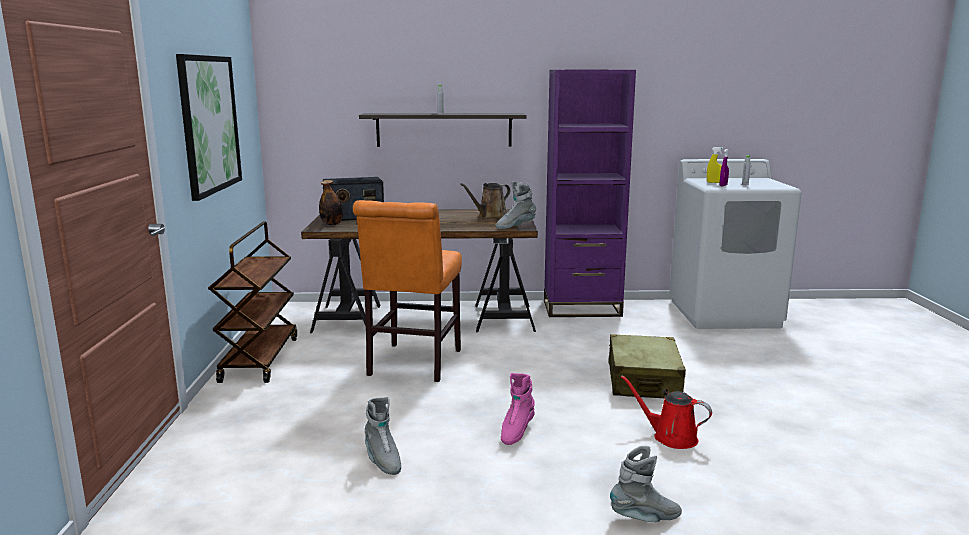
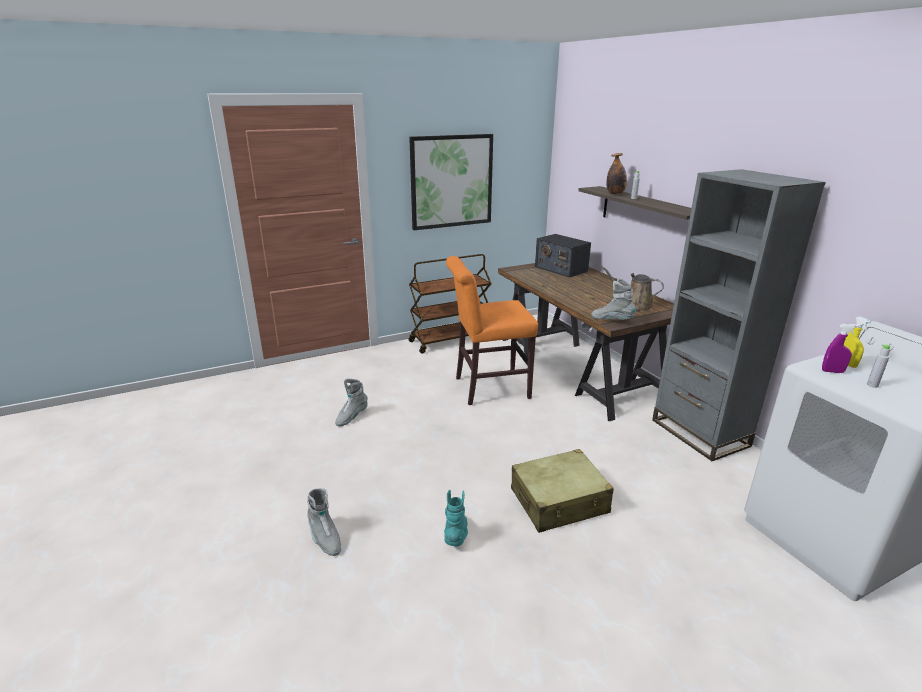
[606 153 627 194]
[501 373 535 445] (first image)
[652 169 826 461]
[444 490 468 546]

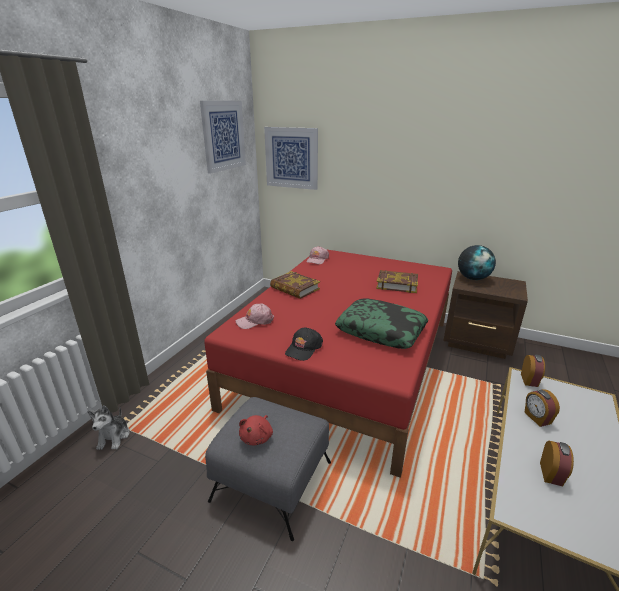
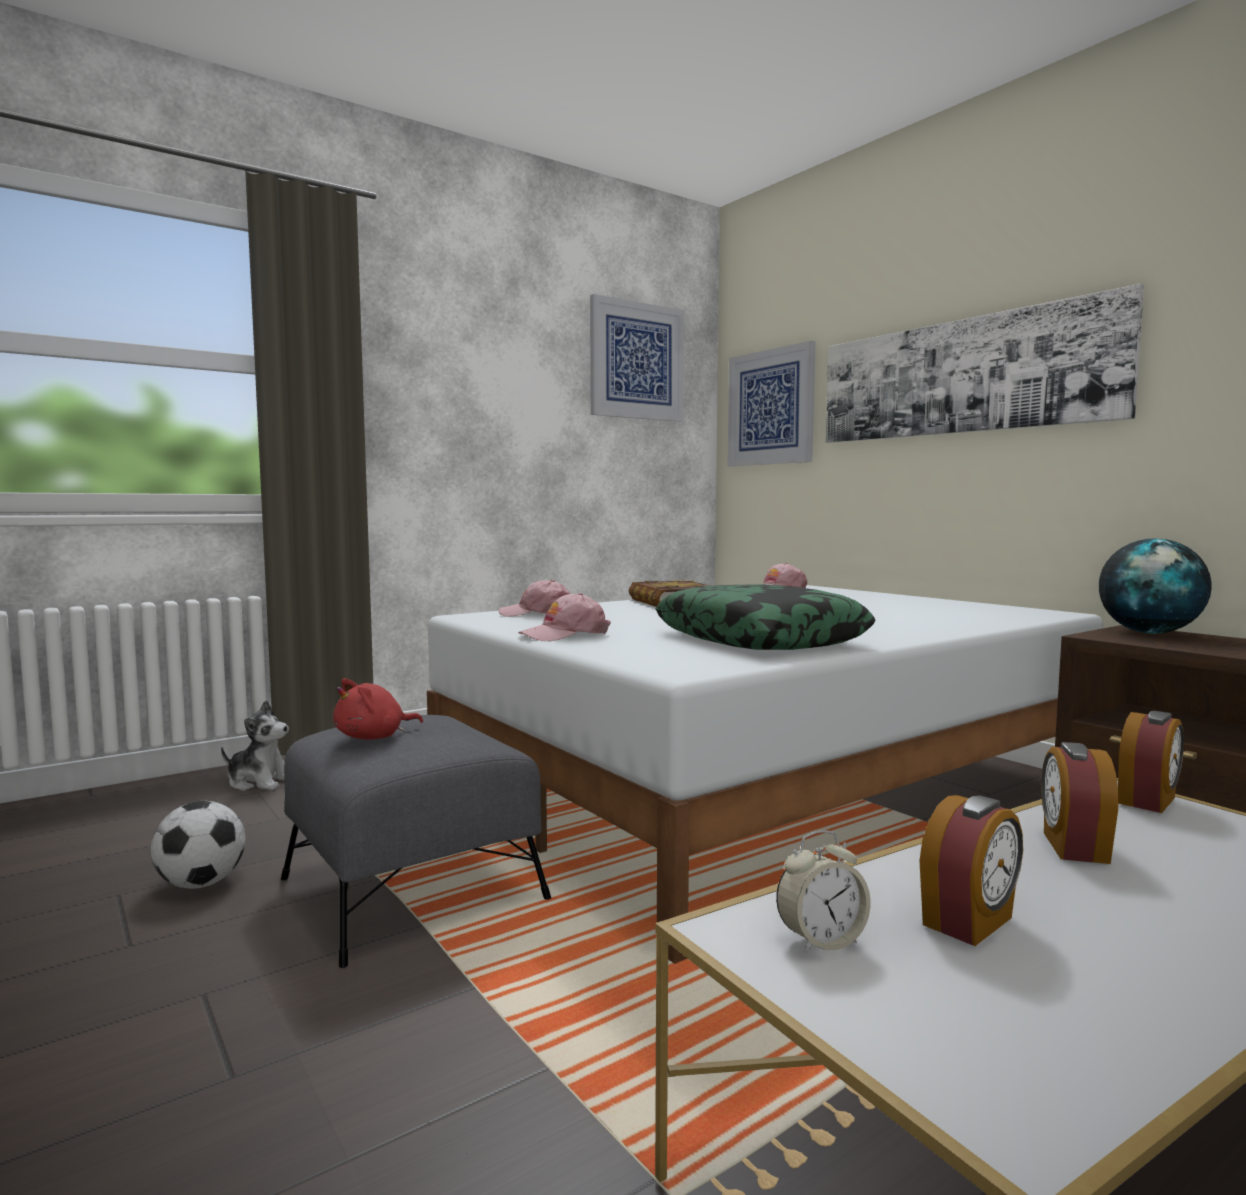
[221 700 289 791]
[427 585 1103 964]
[518 593 611 642]
[376 270 418 293] (first image)
[151 801 245 889]
[776 830 870 954]
[826 284 1144 443]

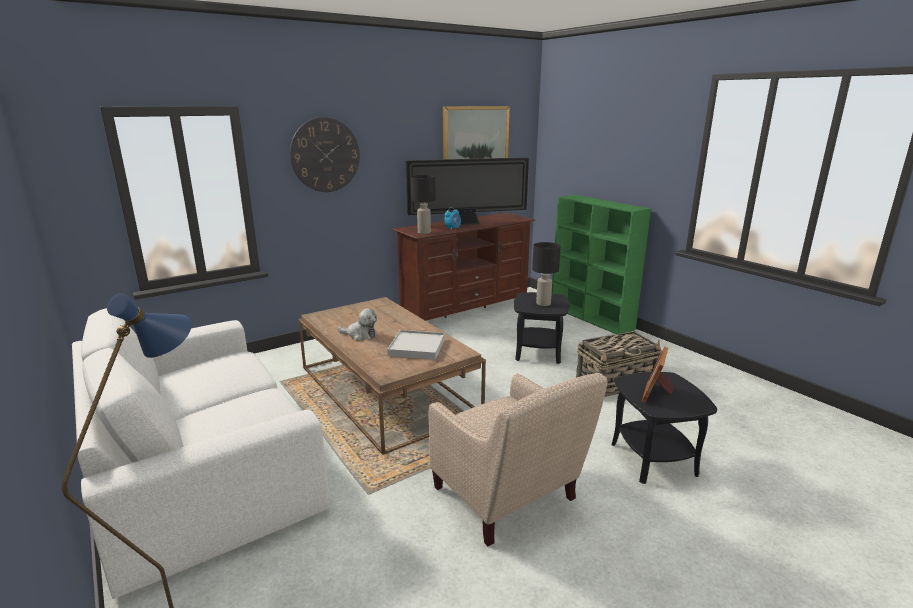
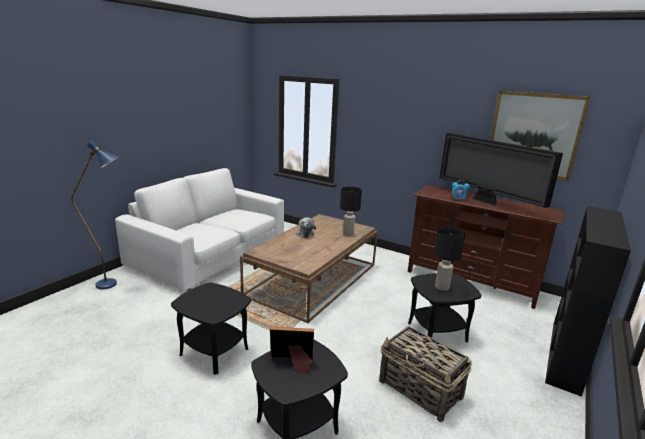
[290 117 360 192] (first image)
[387 330 445 360] (first image)
[340 187 362 236]
[171 283 251 375]
[545 206 631 397]

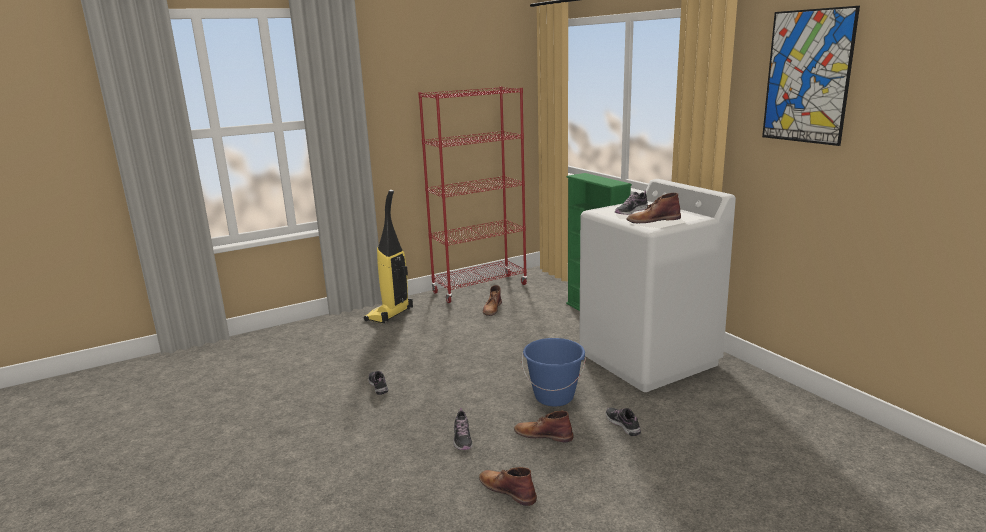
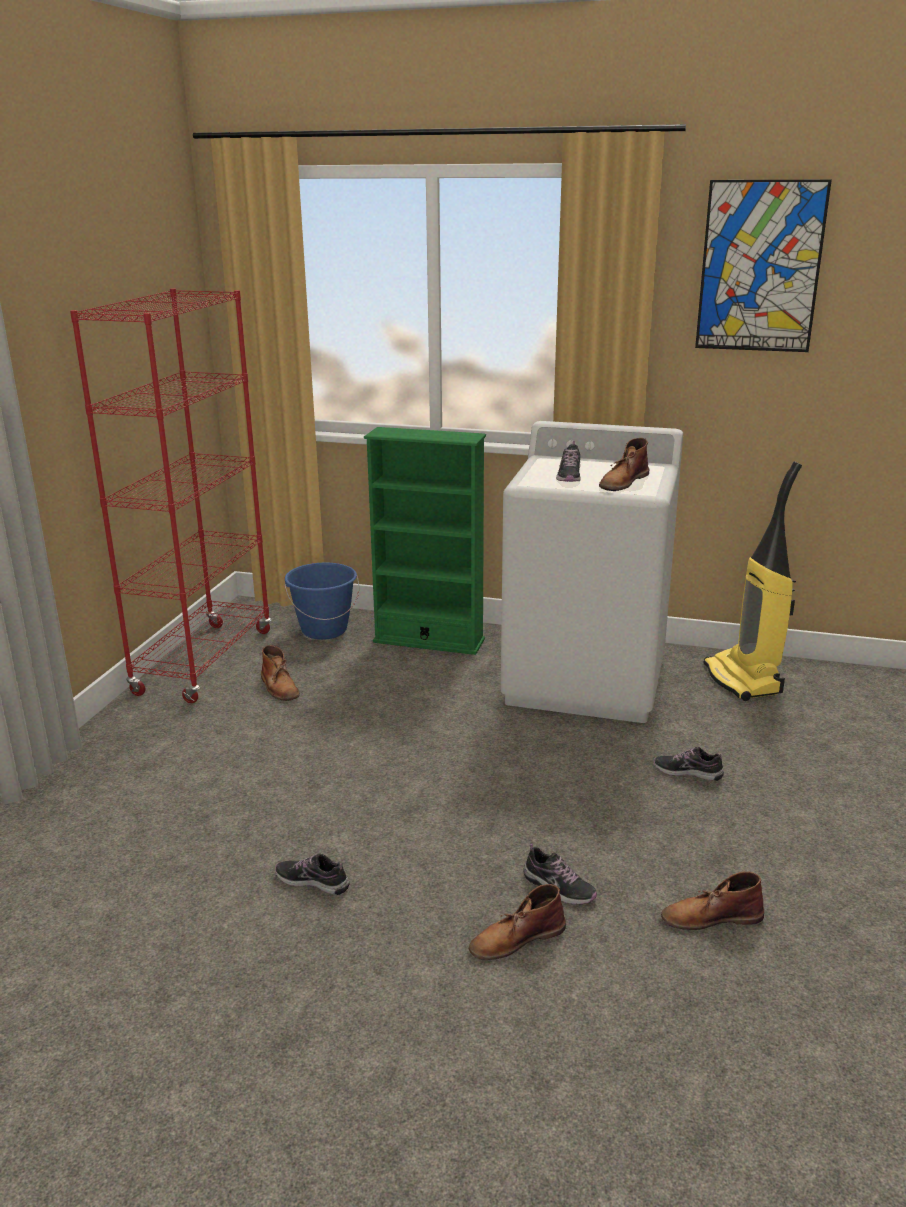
[704 461 802 701]
[469 884 566 960]
[285 562 359 640]

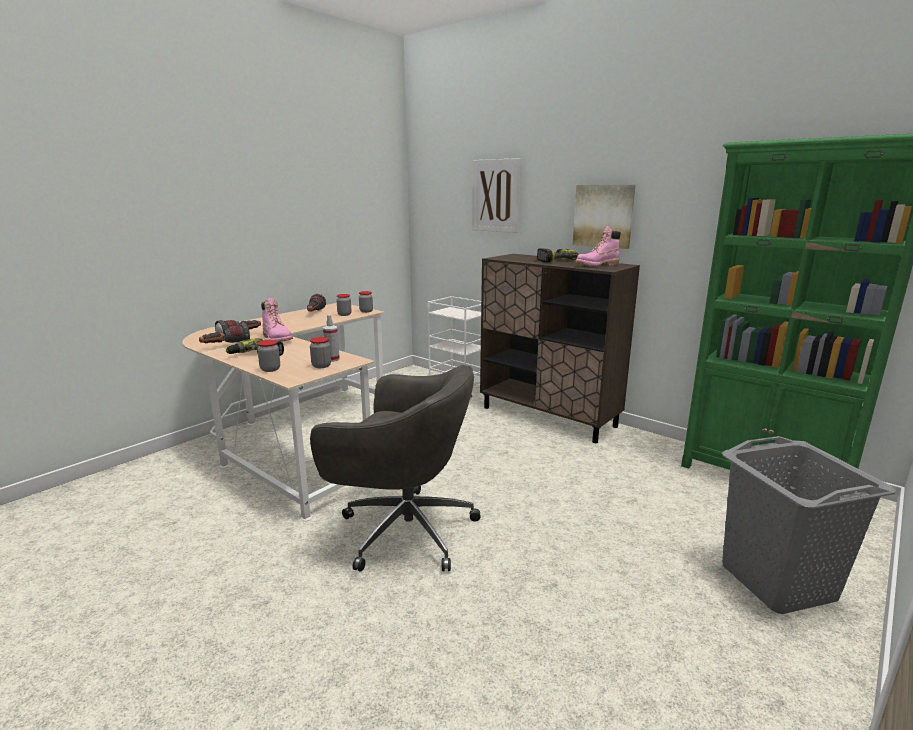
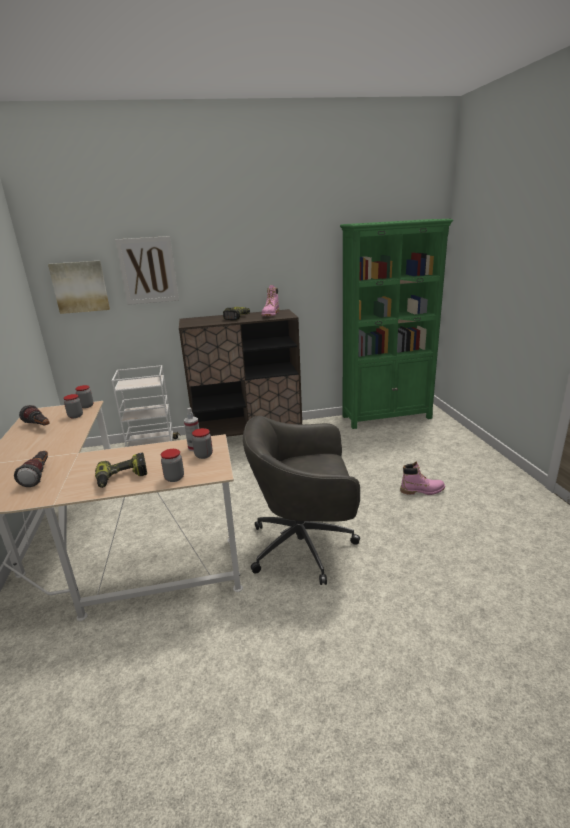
[199 323 250 343] (first image)
[400 462 445 495]
[243 416 360 585]
[48 261 110 314]
[722 436 896 614] (first image)

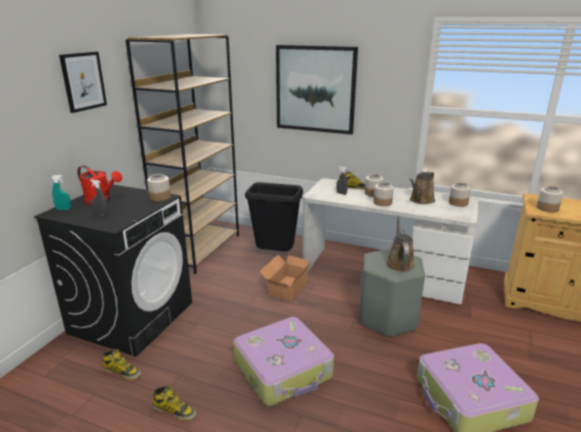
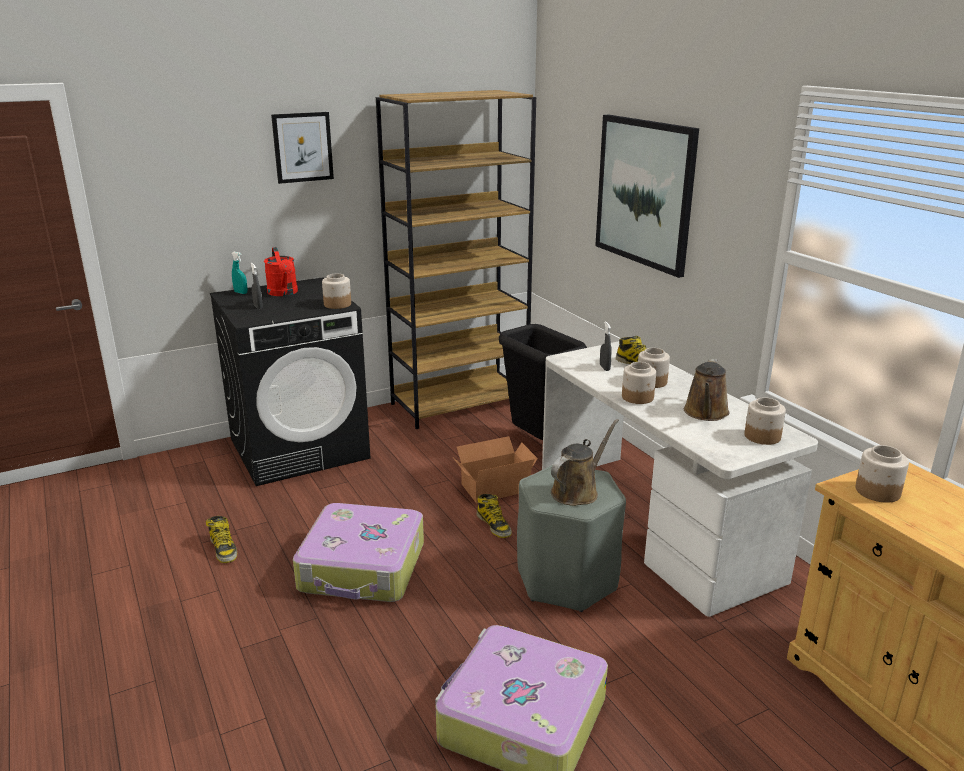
[477 494 512 538]
[684 359 730 421]

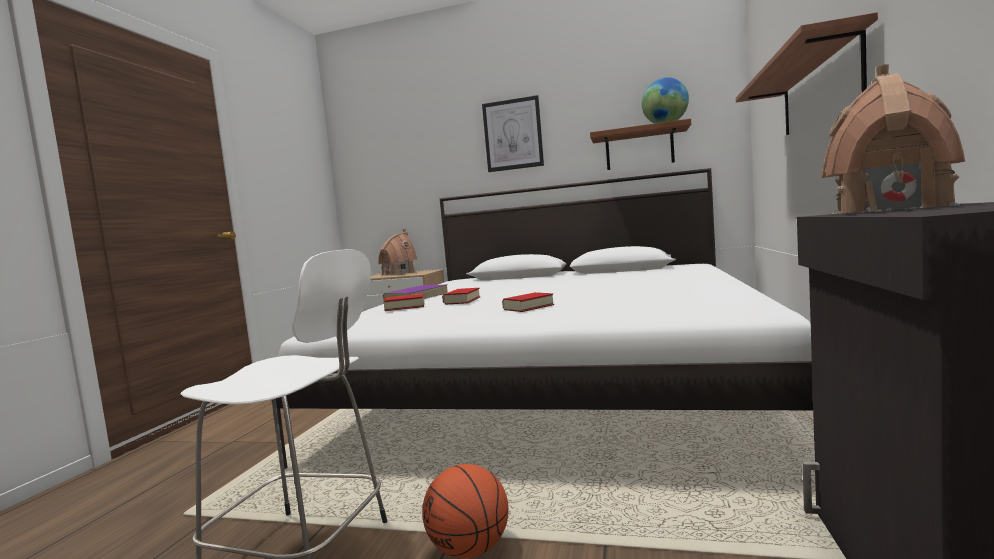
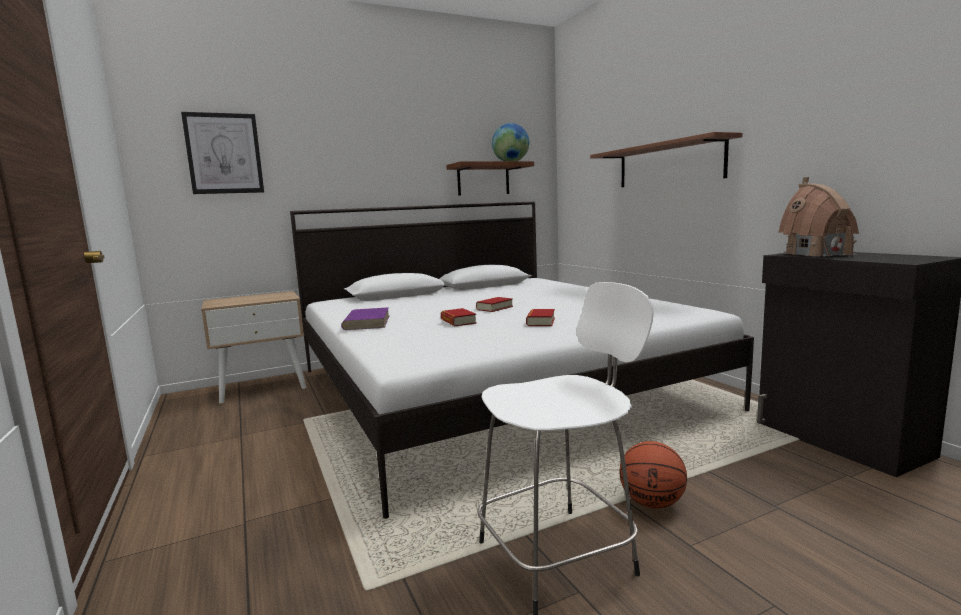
[378 229 417 275] (first image)
[476 297 513 312]
[181 112 264 194]

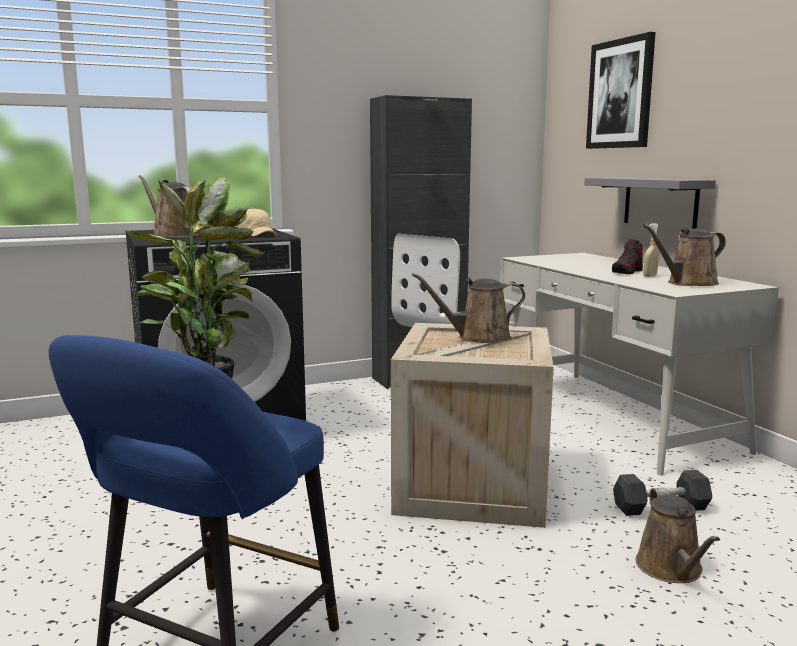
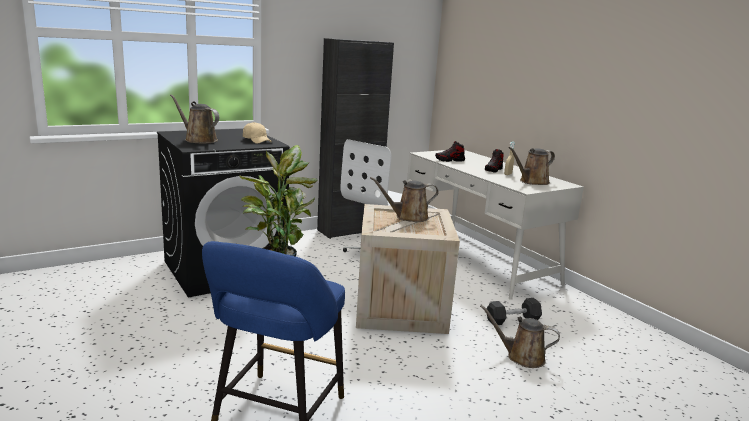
[584 178 716 229] (first image)
[586 32 656 149] (first image)
[480 305 560 368]
[435 141 465 162]

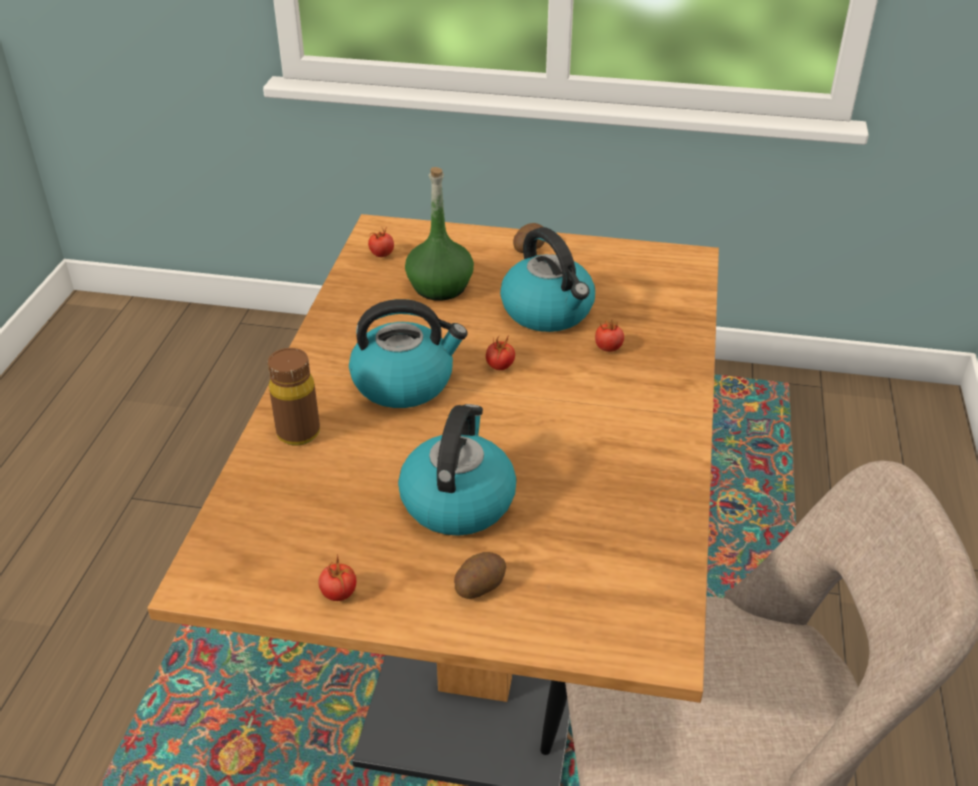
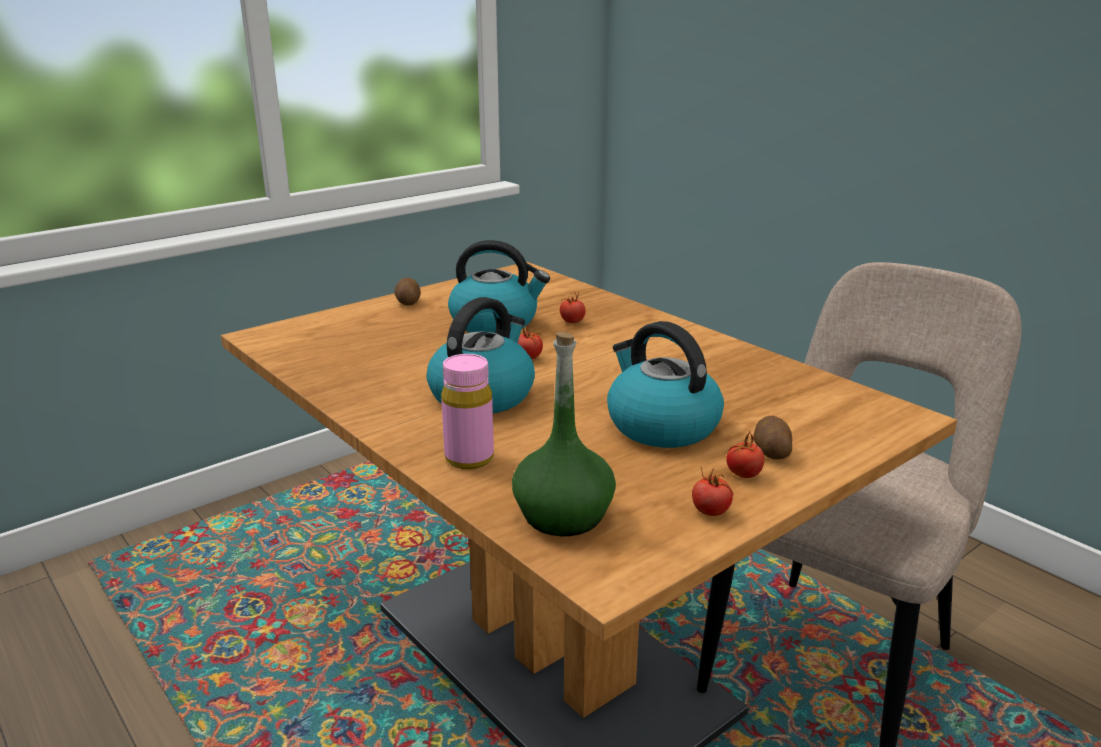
[441 354 494 469]
[726 431 764 478]
[512 332 616 536]

